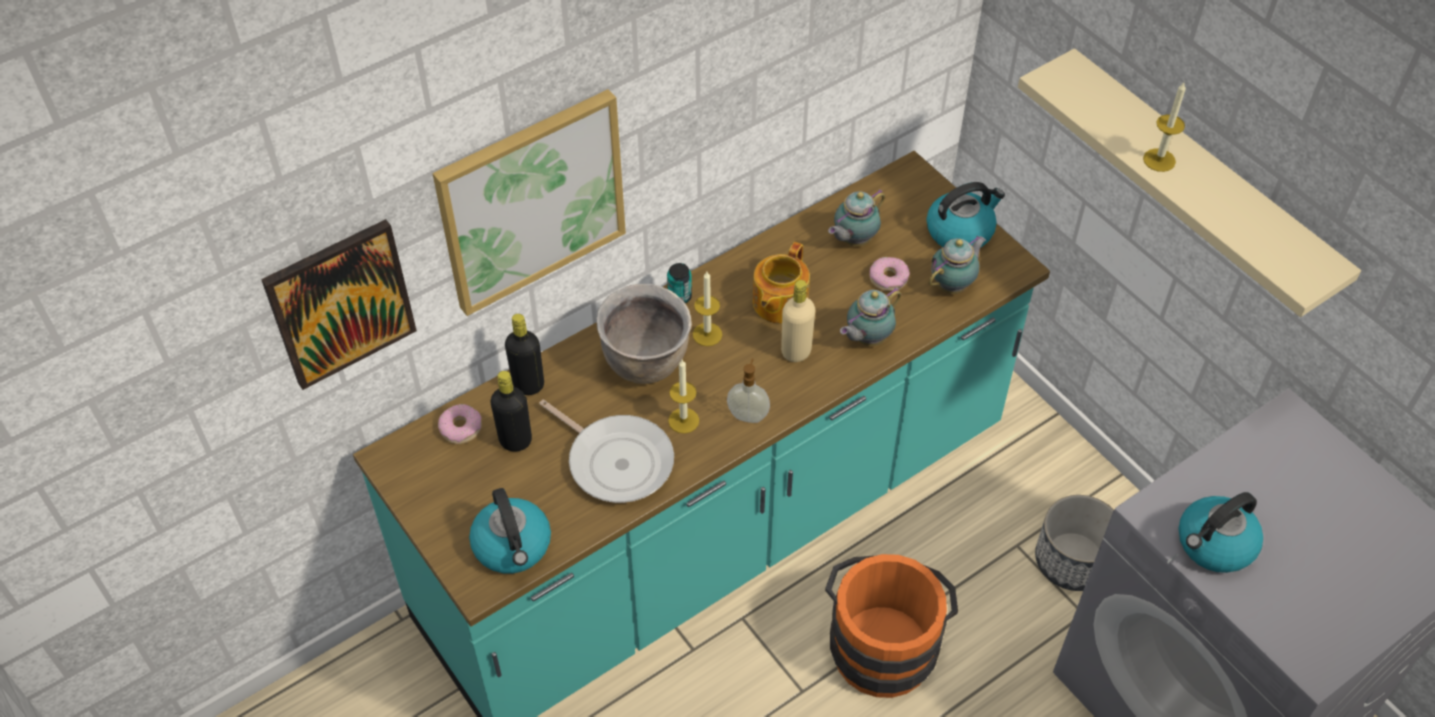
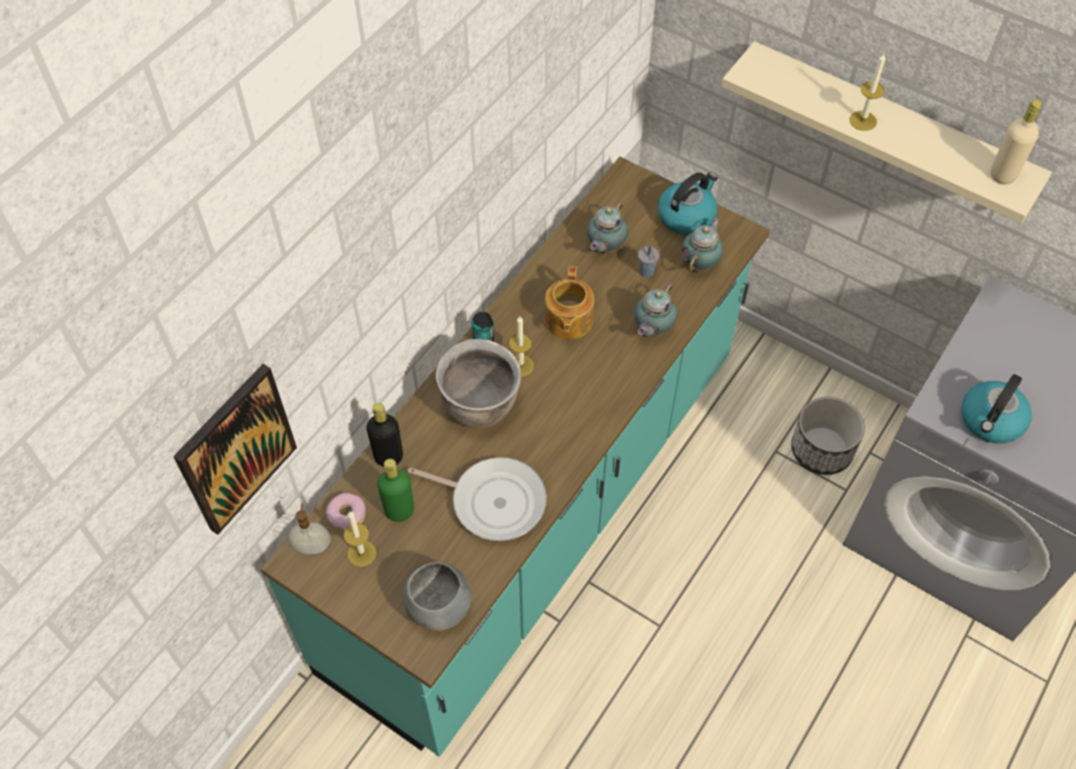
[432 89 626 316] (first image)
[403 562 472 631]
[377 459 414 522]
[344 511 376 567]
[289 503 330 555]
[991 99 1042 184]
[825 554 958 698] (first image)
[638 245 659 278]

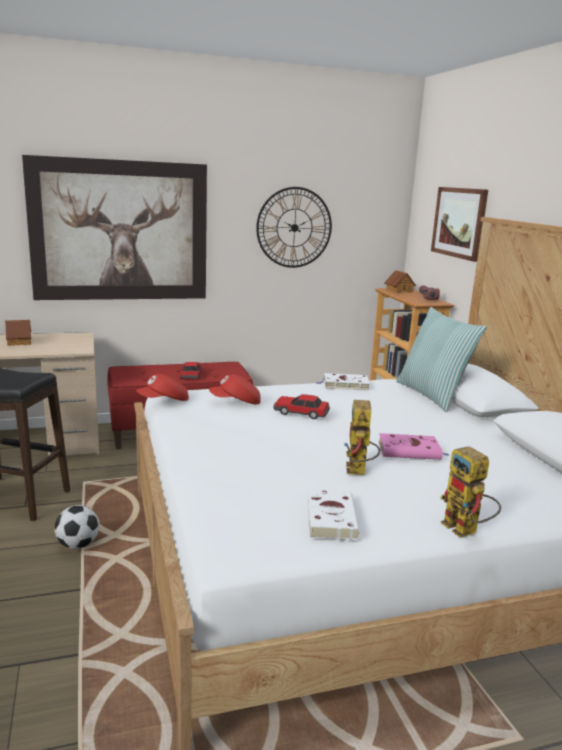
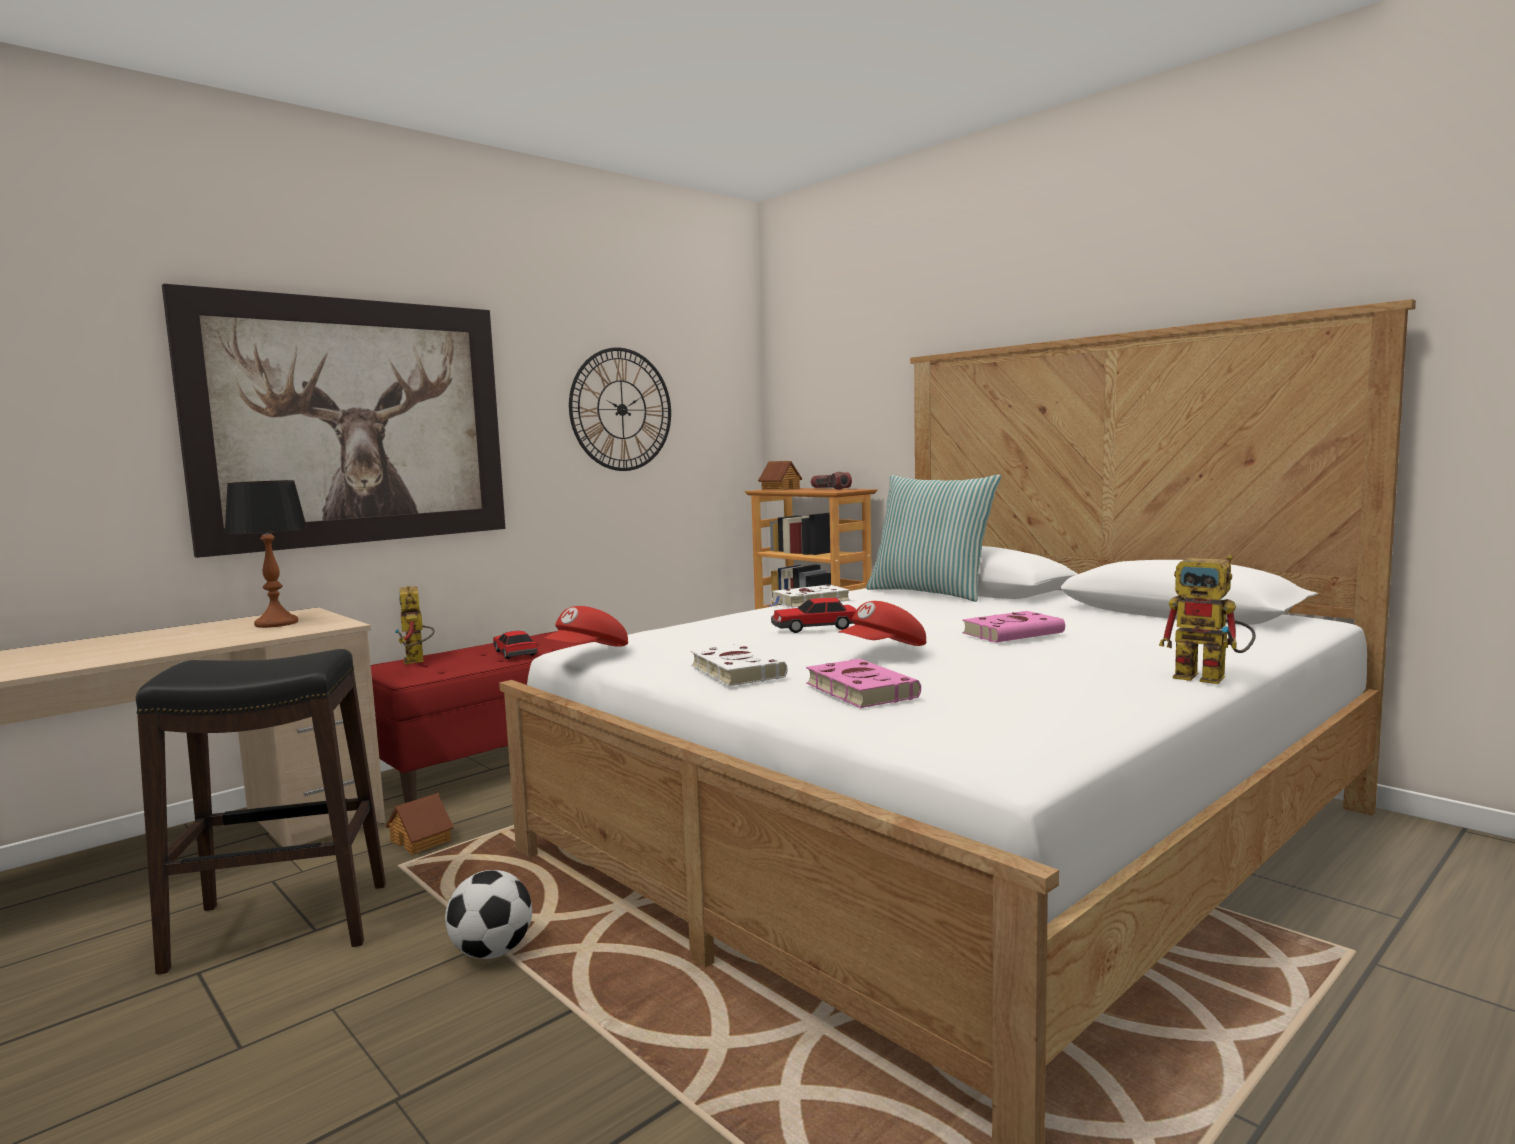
[385 793 454 855]
[839 601 926 646]
[690 644 788 686]
[395 586 435 664]
[431 187 488 262] (first image)
[224 480 307 628]
[806 659 921 708]

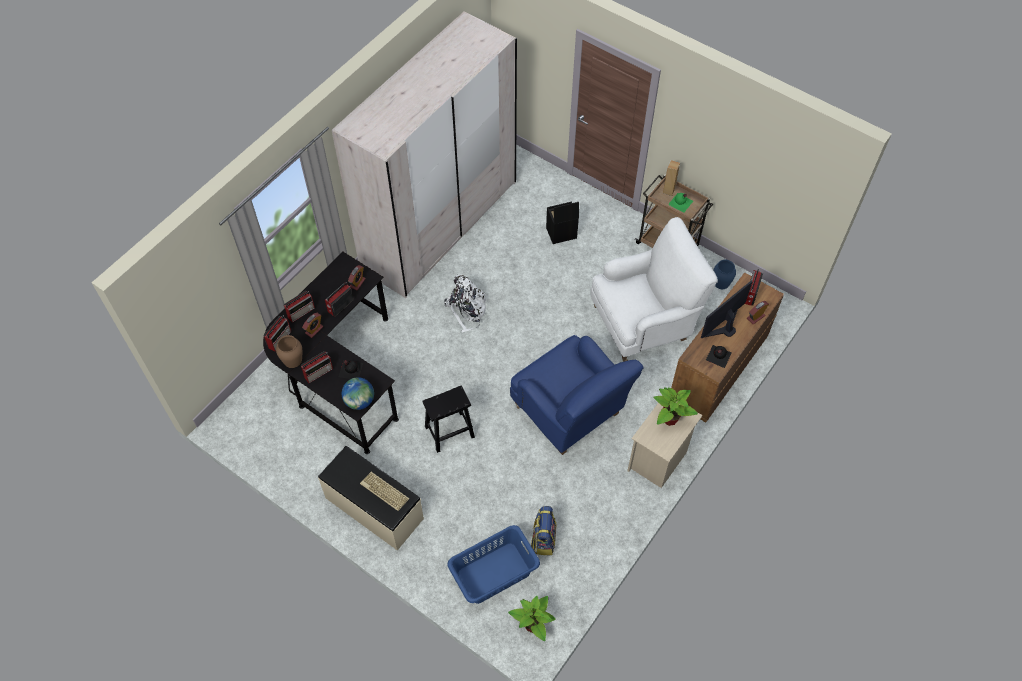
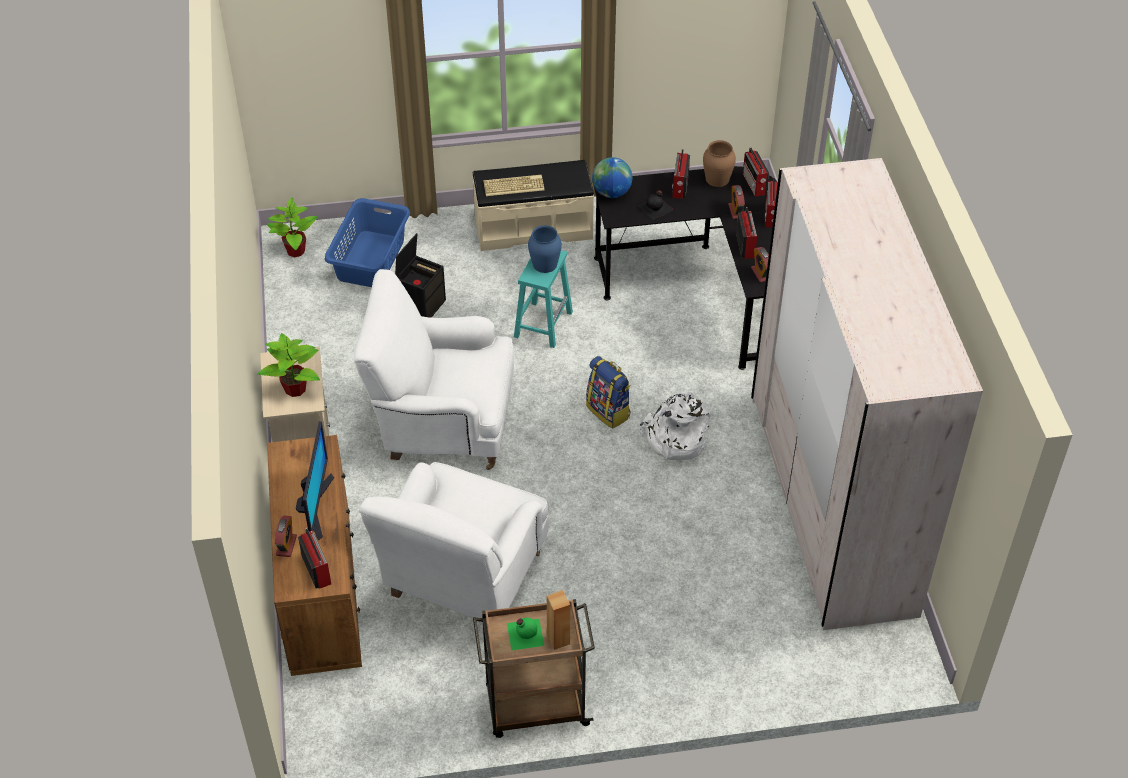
[514 250 573 348]
[354 269 514 470]
[586 356 630 429]
[395 233 446 318]
[706 345 732 368] (first image)
[528 225 562 273]

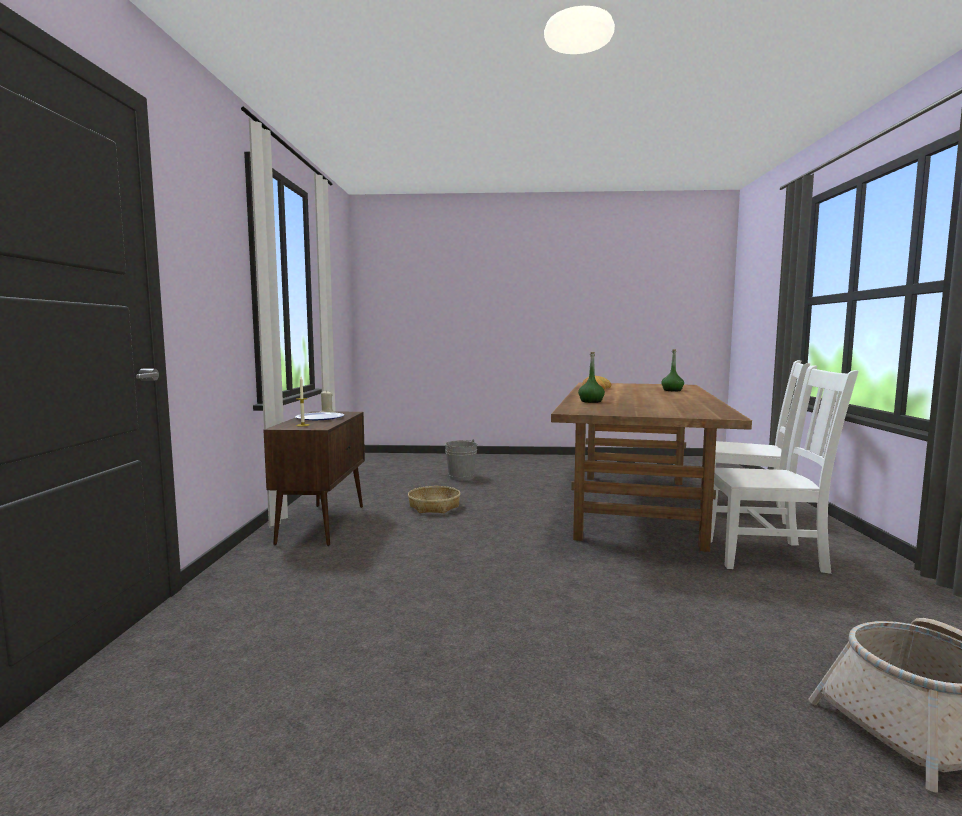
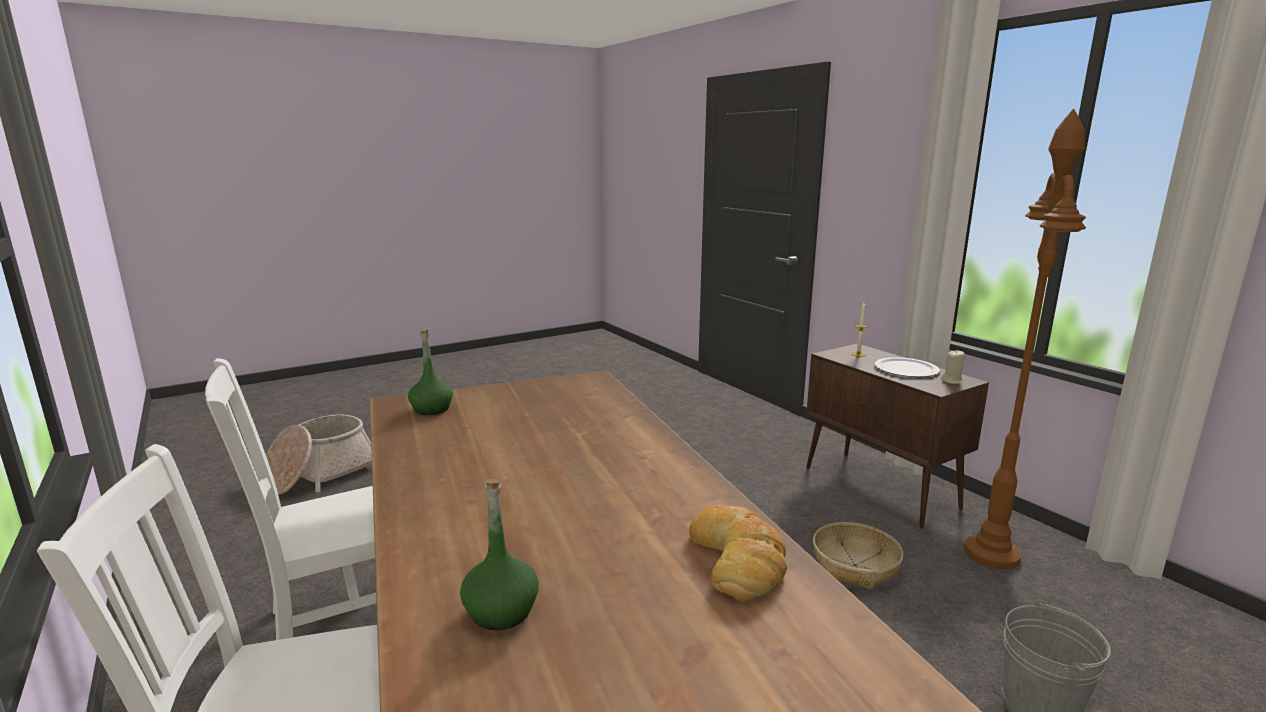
[408 330 453 415]
[964 109 1086 569]

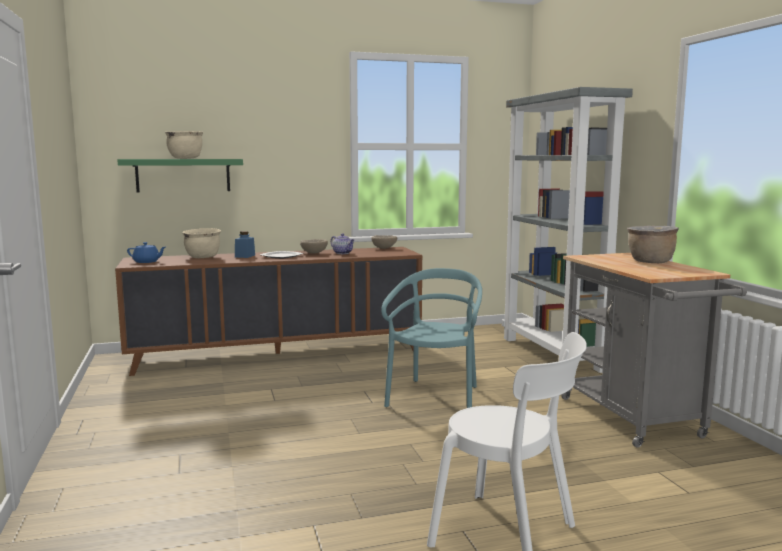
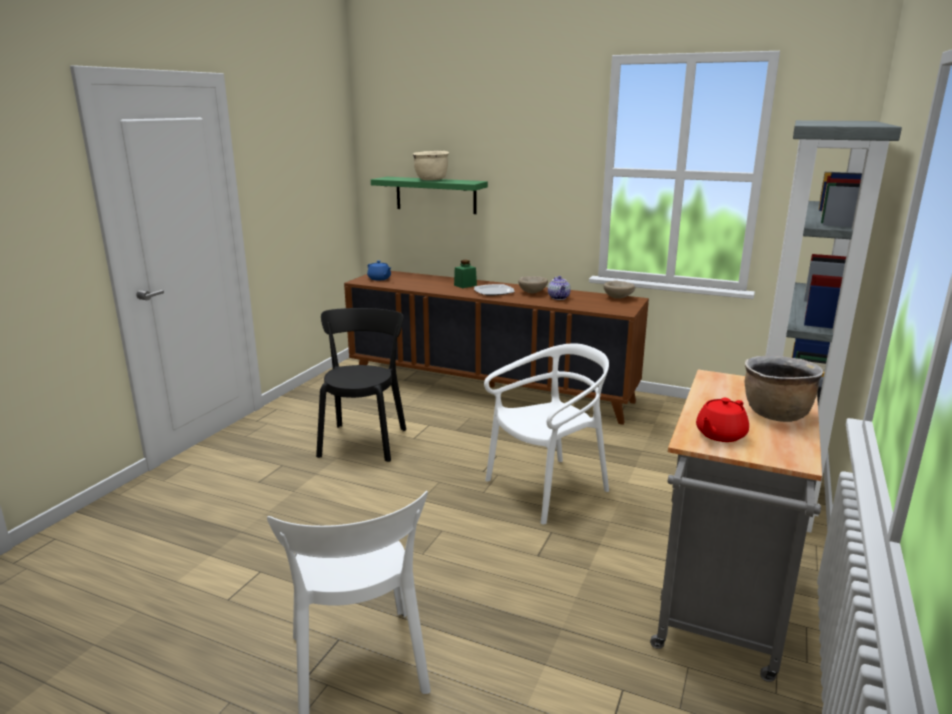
[182 228 221 258] (first image)
[454 260 477 288]
[484 343 609 525]
[316 308 406 462]
[696 398 749 442]

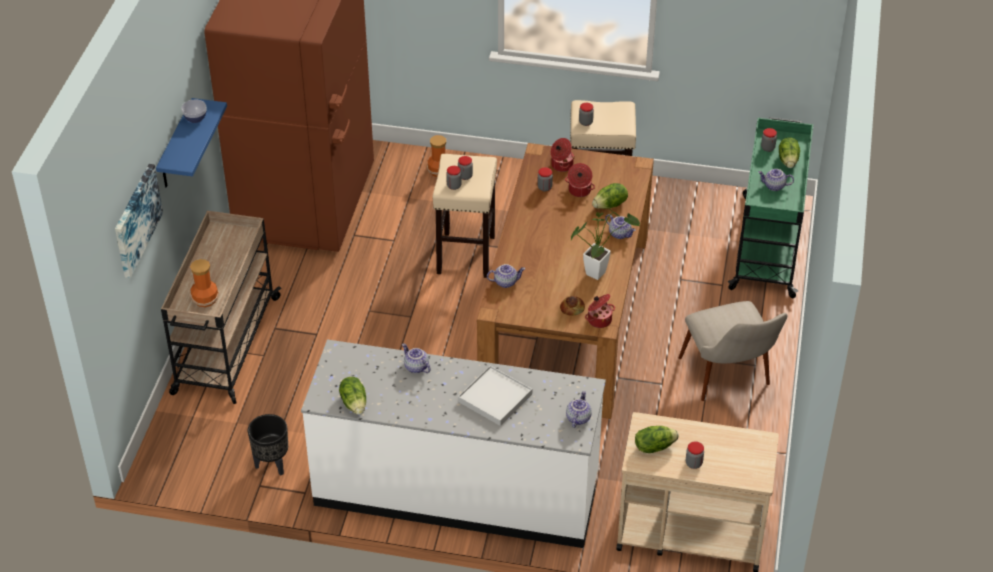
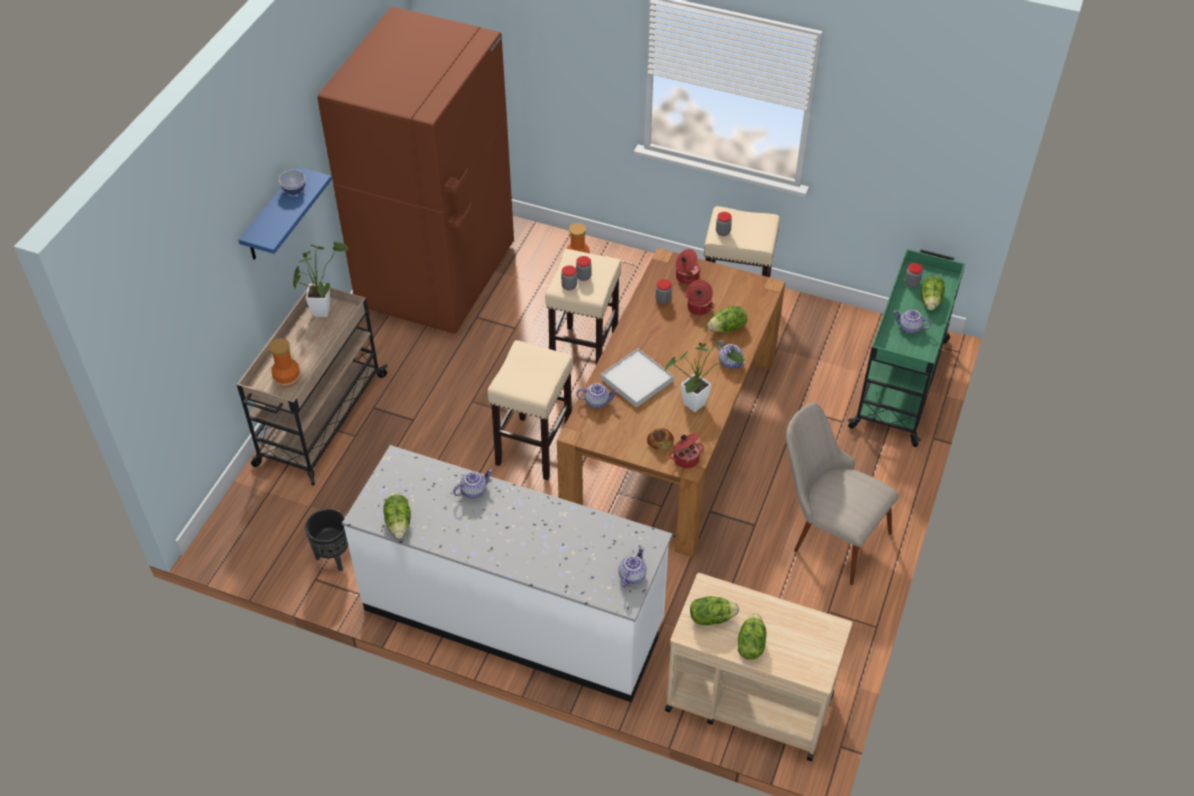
[115 164 163 278] (first image)
[453 469 493 498]
[601 349 674 408]
[786 402 899 585]
[738 613 766 660]
[293 242 349 317]
[487 340 573 480]

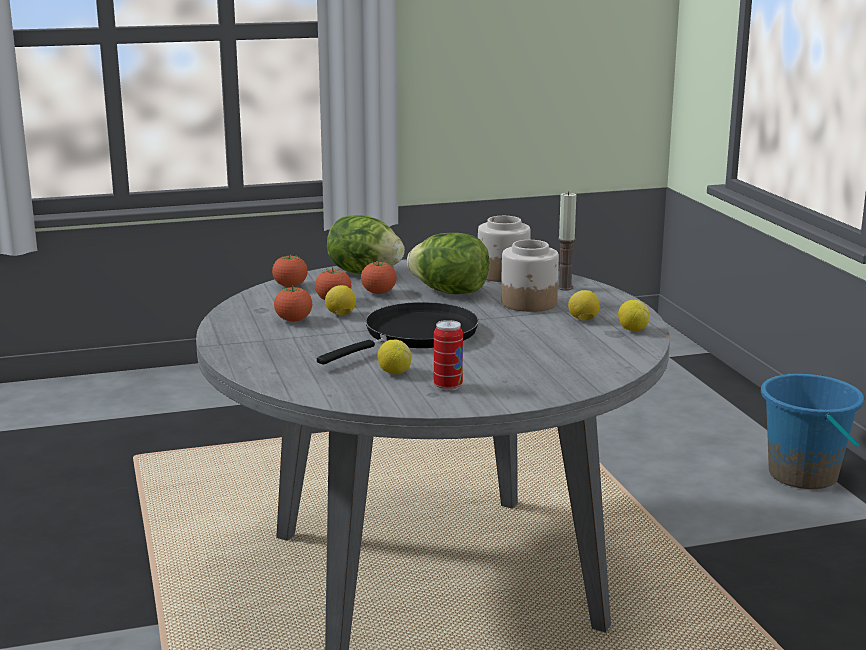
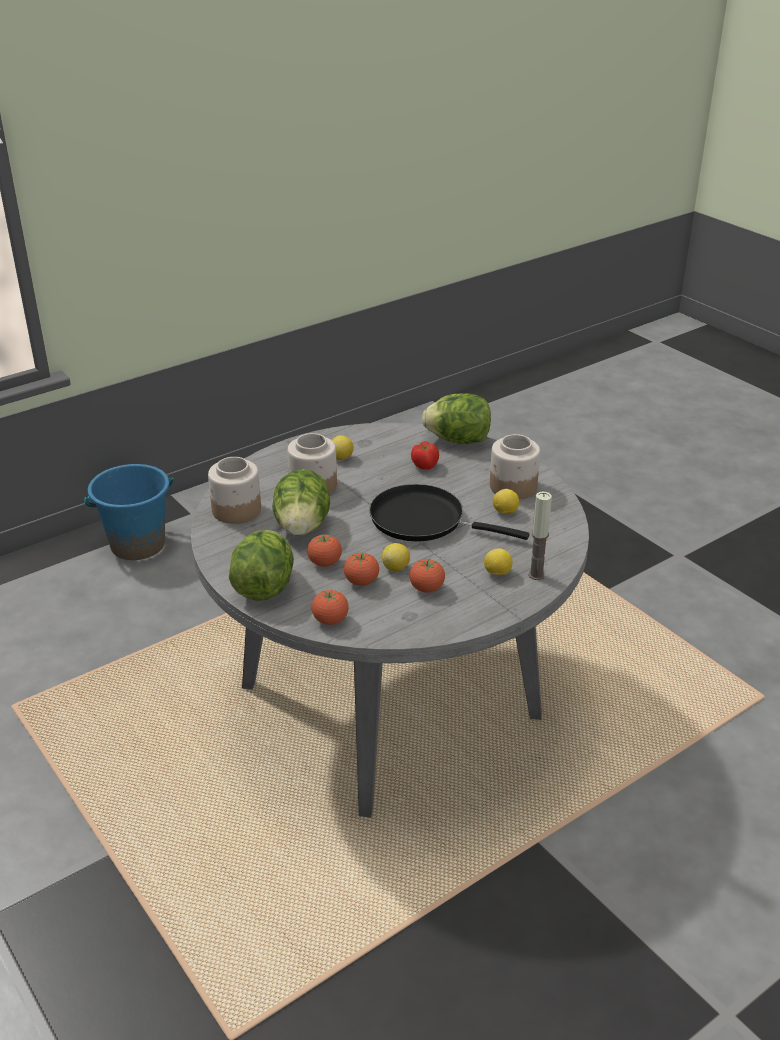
[490 434 540 499]
[528 492 552 580]
[484 548 513 575]
[411 441 439 470]
[422 394 491 444]

